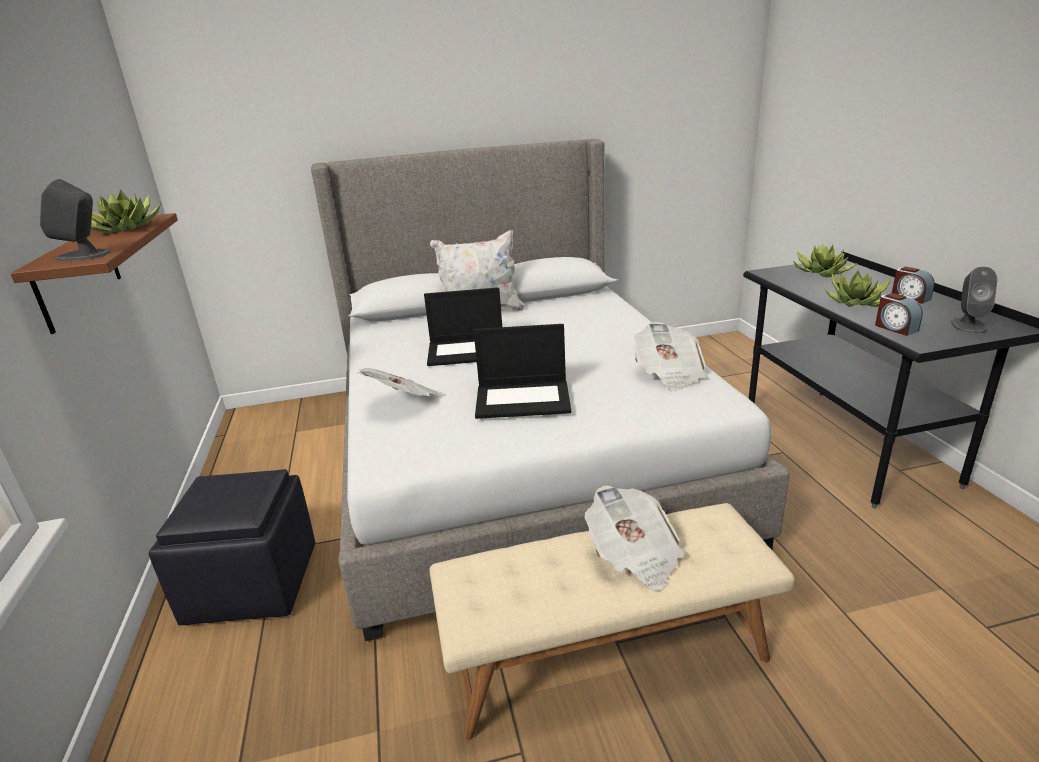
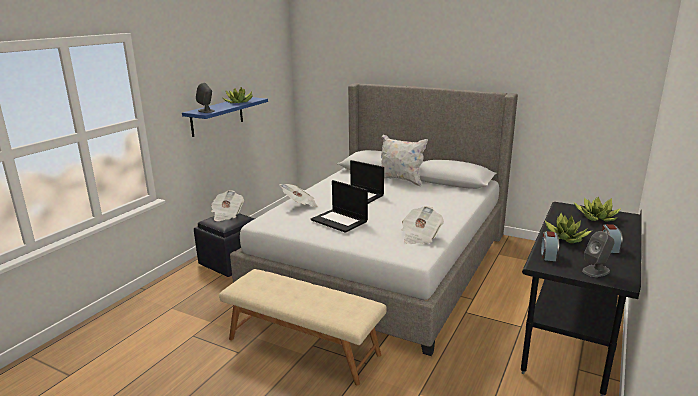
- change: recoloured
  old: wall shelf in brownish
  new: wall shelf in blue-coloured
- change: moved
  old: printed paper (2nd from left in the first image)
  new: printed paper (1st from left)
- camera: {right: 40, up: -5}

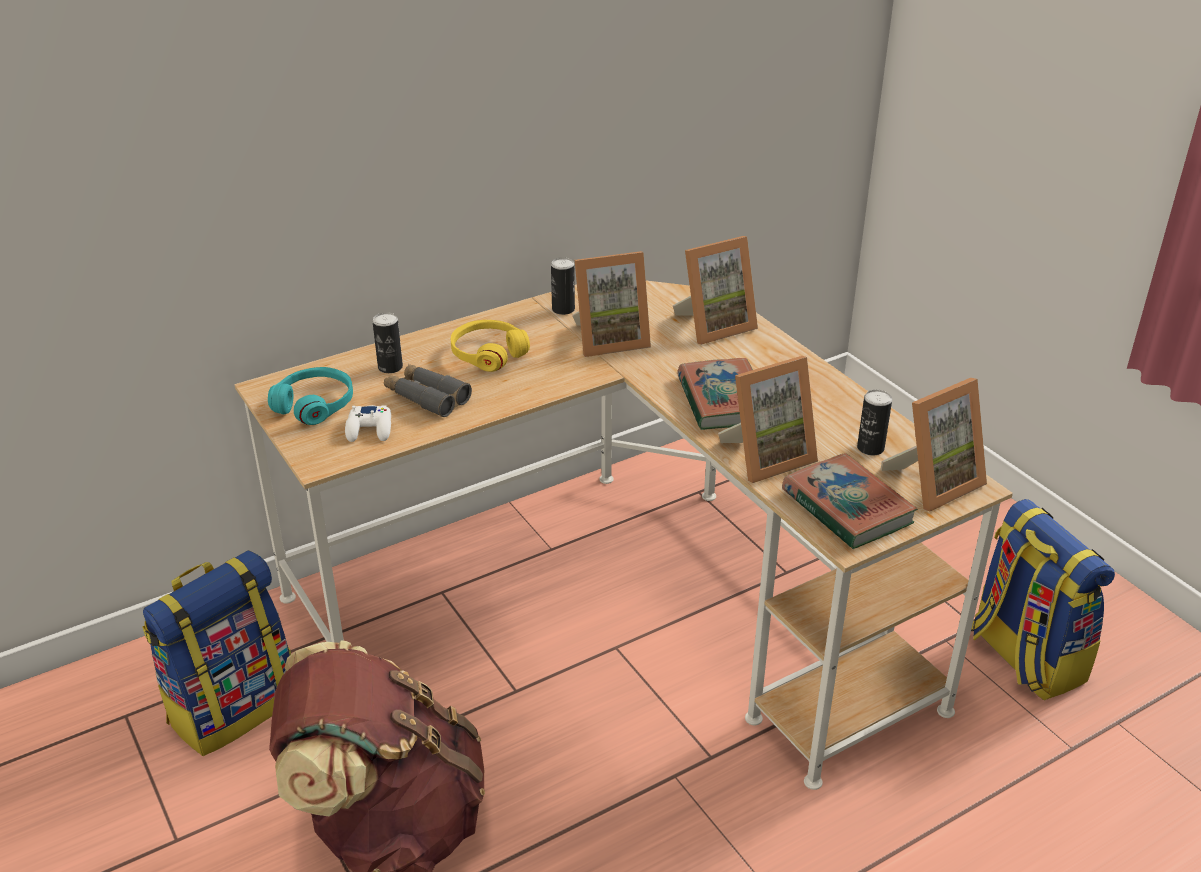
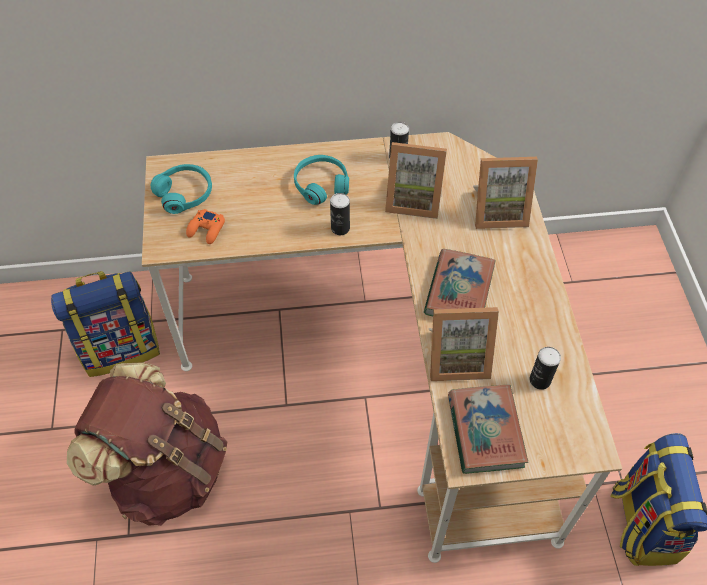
- change: moved
  old: can (1st from left)
- change: recoloured
  old: pair of headphones in yellowish
  new: pair of headphones in blue-green (2nd from left)
- change: removed
  old: binoculars in gray
- change: removed
  old: picture frame (4th from left)
- change: recoloured
  old: game controller in whitish
  new: game controller in orange
- camera: {right: 25, up: 20}

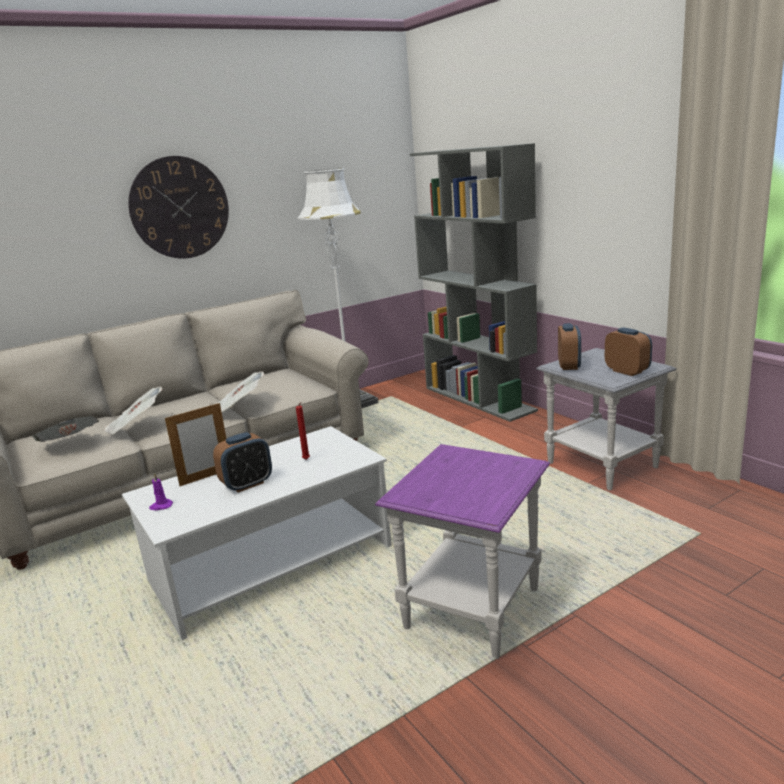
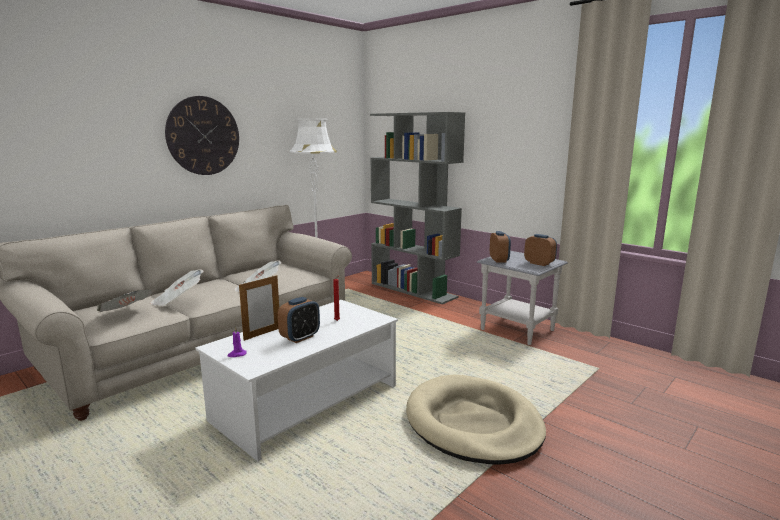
- change: replaced
  old: accent table in purple-coloured
  new: dog cushion in beige
- camera: {right: -15, up: -5}

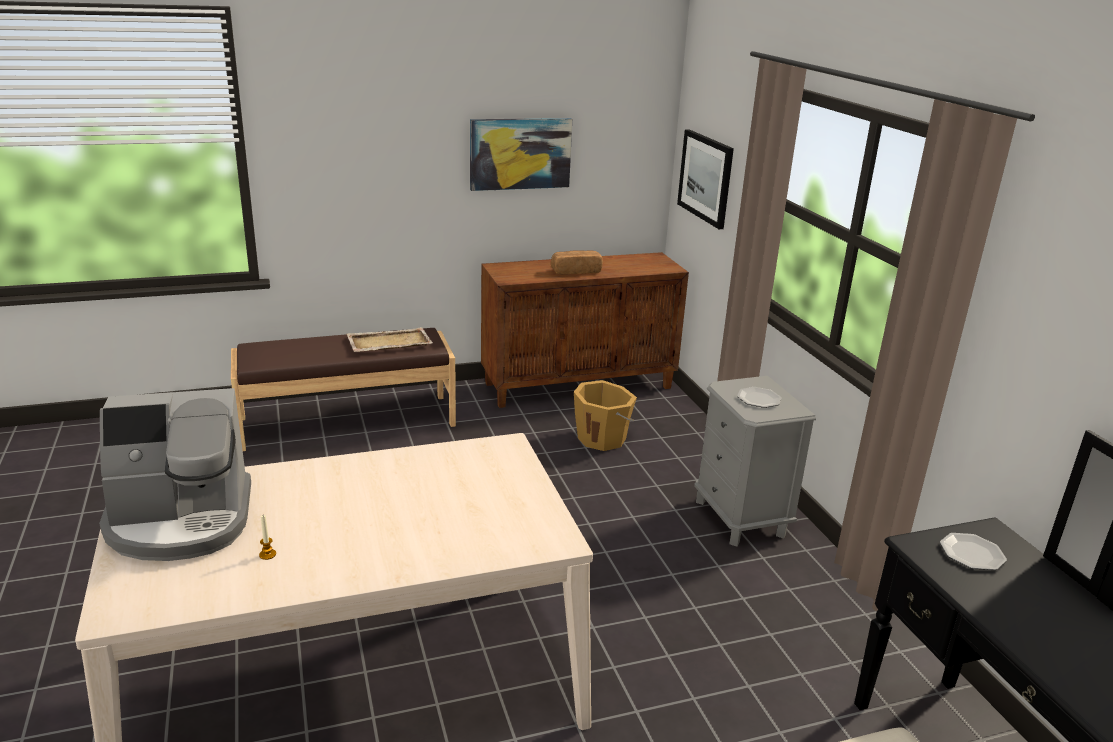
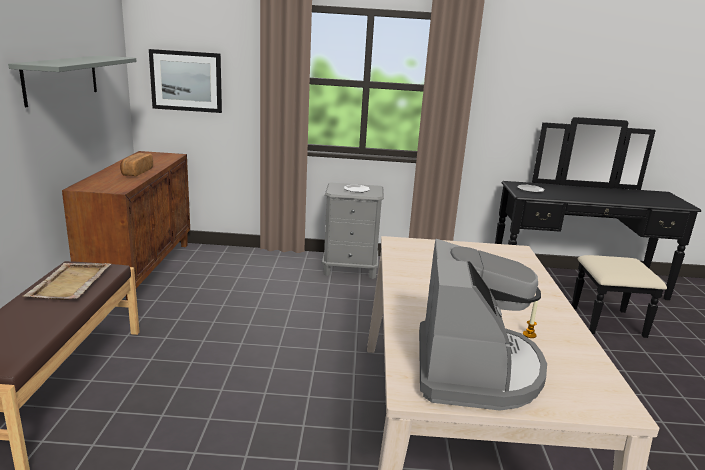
- change: replaced
  old: wall art (1st from left)
  new: wall shelf in gray
- change: removed
  old: water bucket in orange
- camera: {right: -70, up: -5}

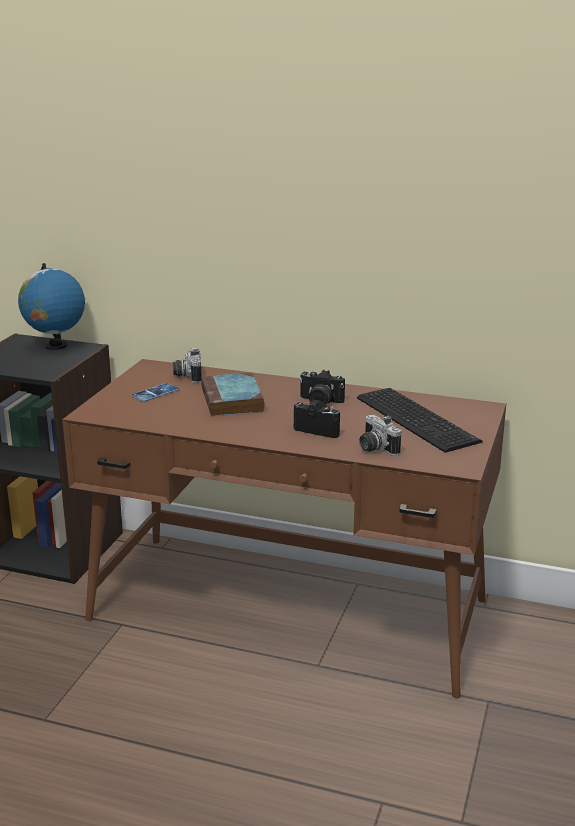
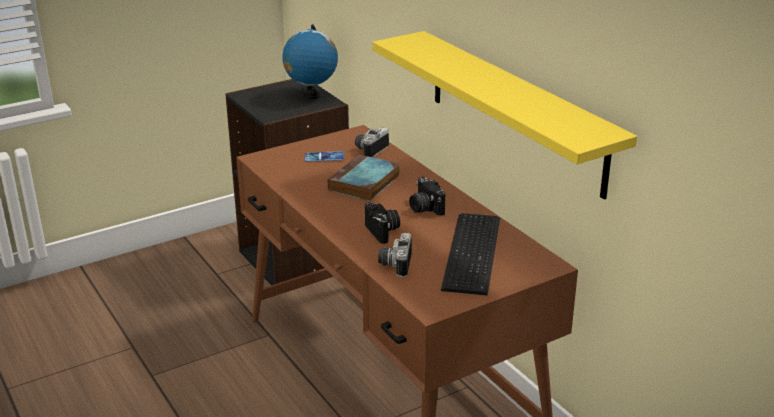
- change: added
  new: wall shelf in yellowish
- camera: {right: 40, up: 5}

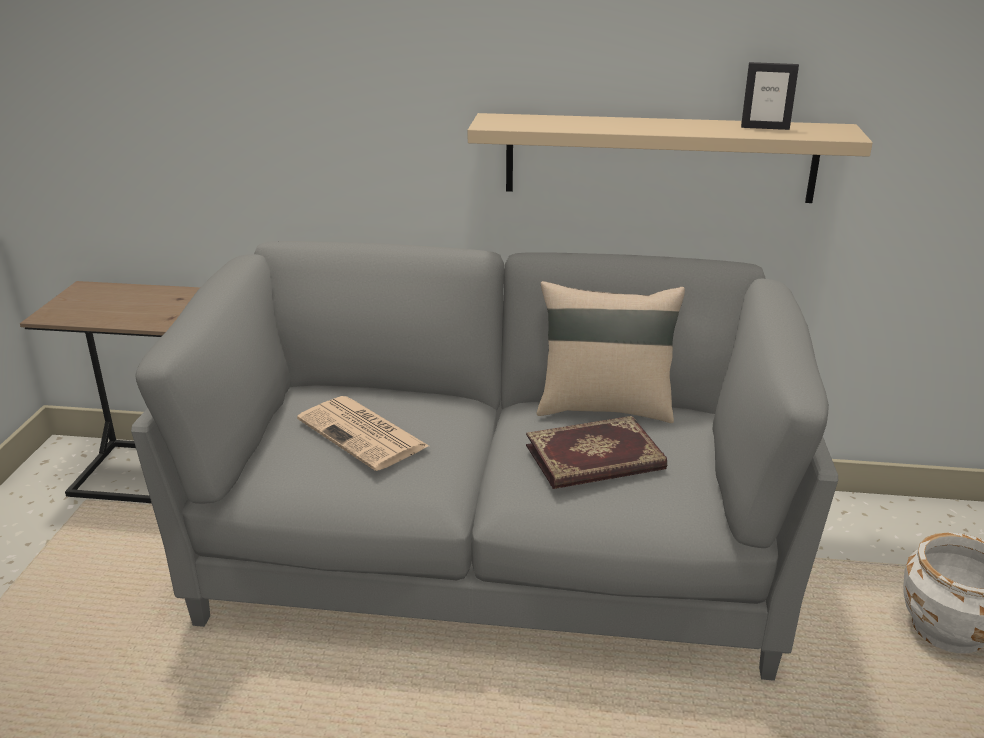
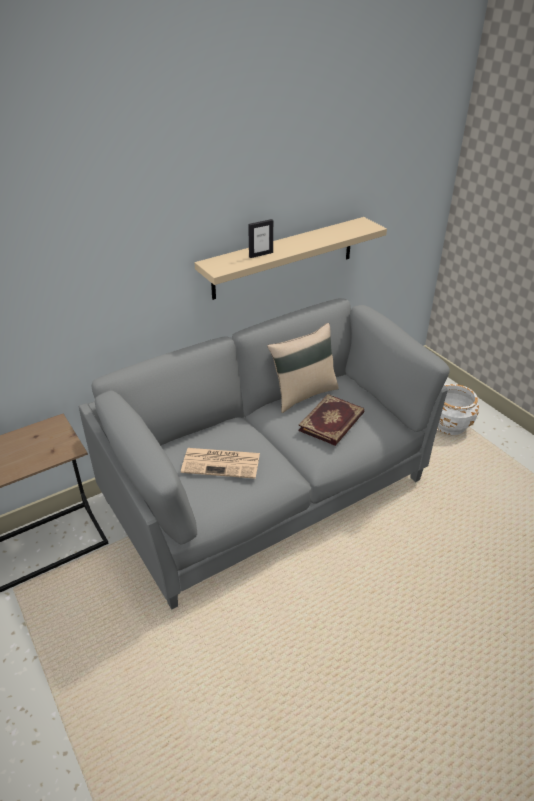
- change: moved
  old: picture frame
- camera: {right: -40, up: 10}

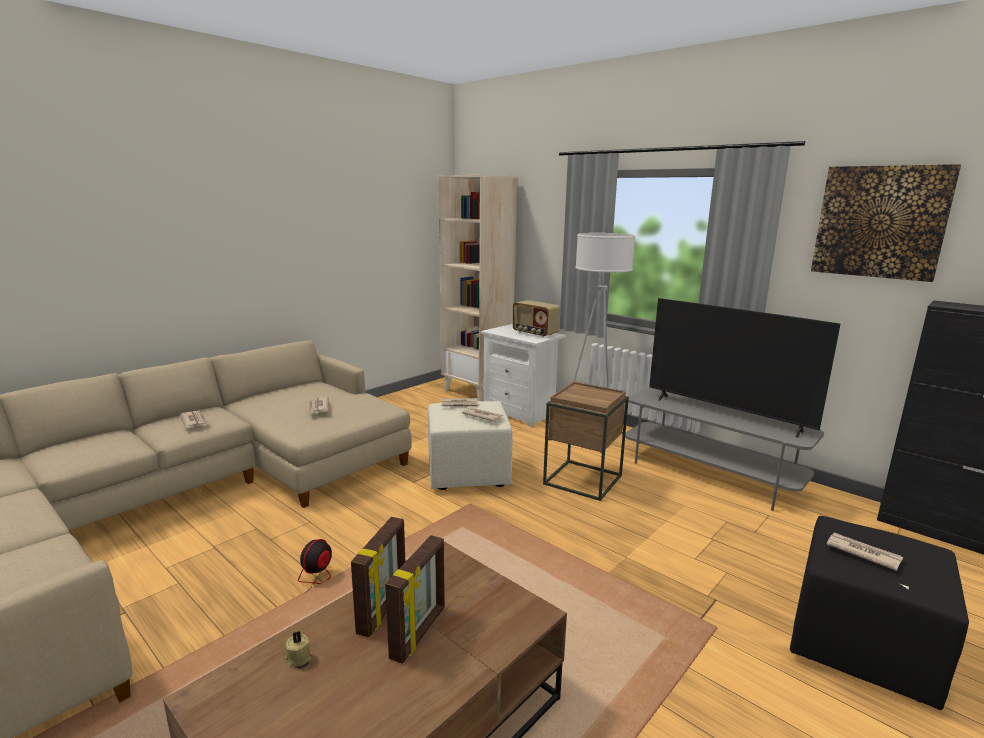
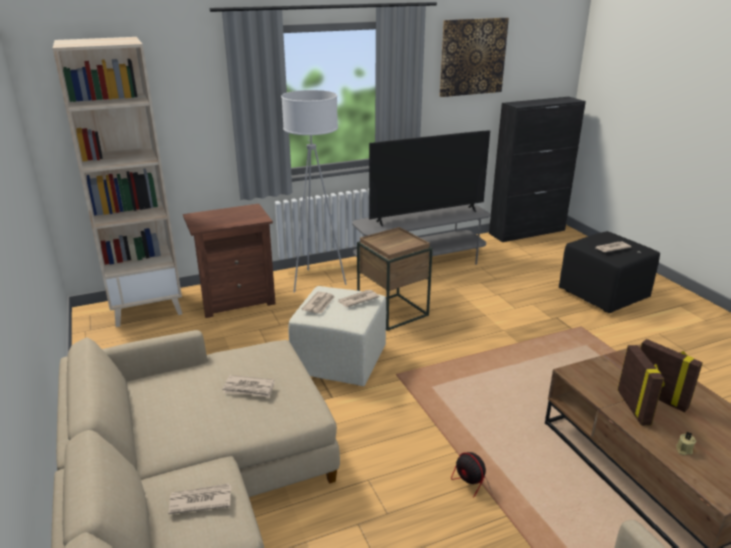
- change: removed
  old: radio set
- change: recoloured
  old: bedside table in whitish
  new: bedside table in brownish
- change: turned
  old: picture frame (1st from left)
  degrees: 45
- camera: {right: -65, up: 10}

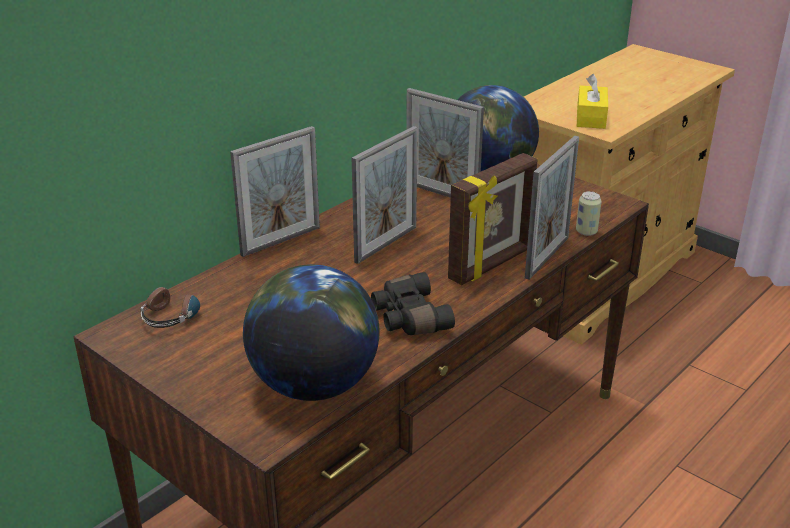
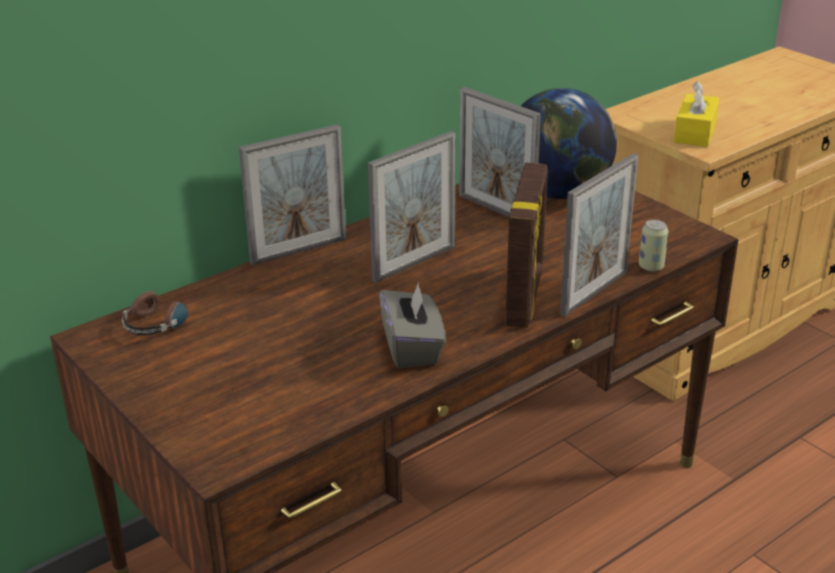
- change: turned
  old: picture frame (4th from left)
  degrees: -45
- change: removed
  old: desk globe (1st from left)
- change: replaced
  old: binoculars in black
  new: tissue box in gray
- camera: {right: 10, up: 0}

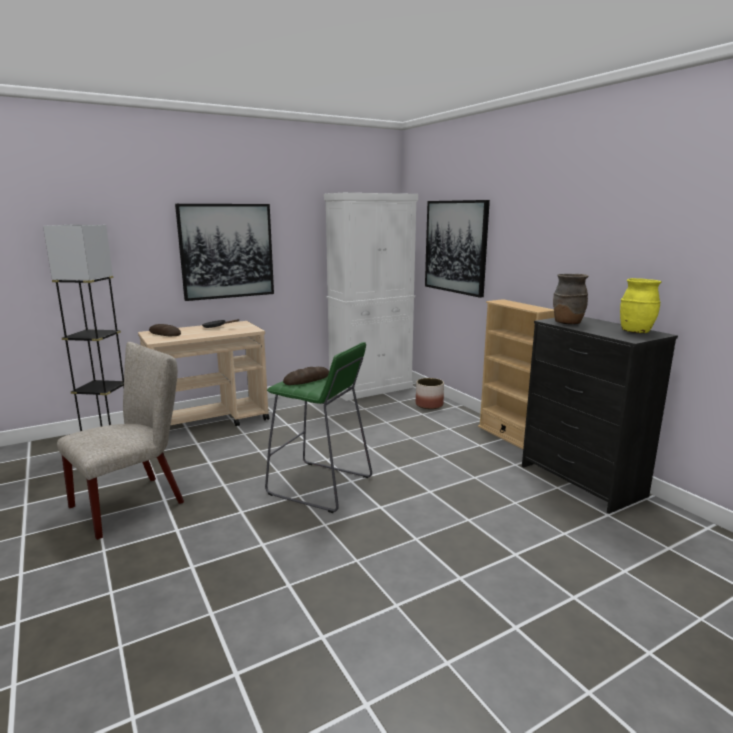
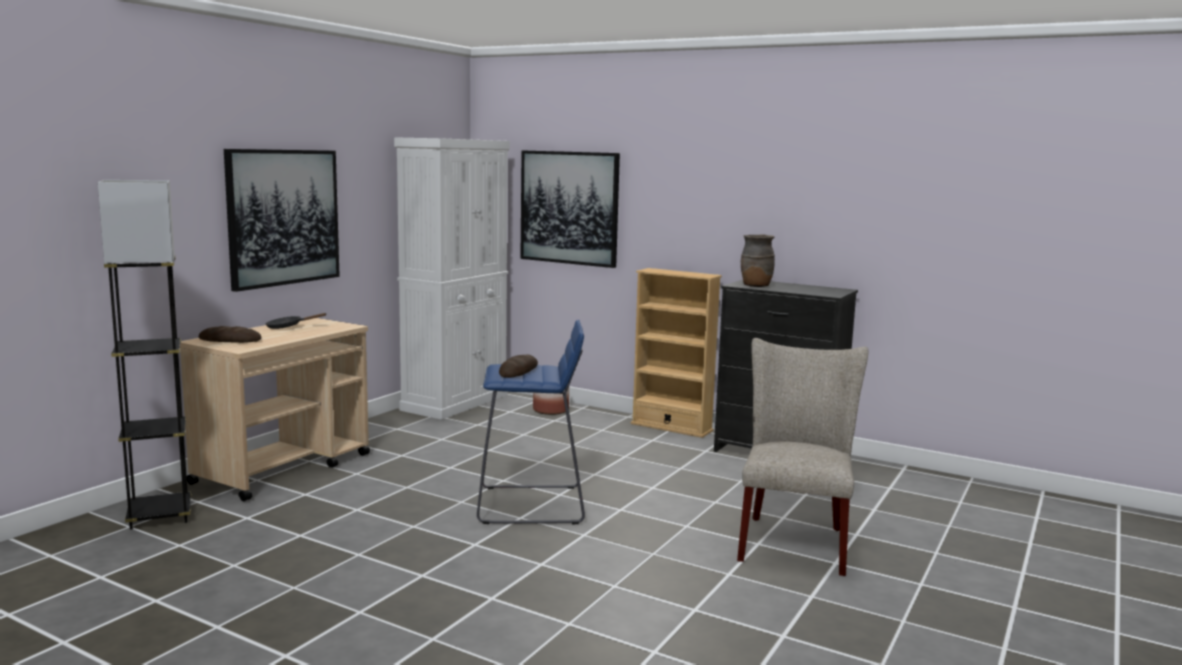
- change: removed
  old: decorative vase in yellowish
- change: moved
  old: chair in beige
- change: recoloured
  old: stool in green-coloured
  new: stool in blue-coloured
- camera: {right: -30, up: -5}

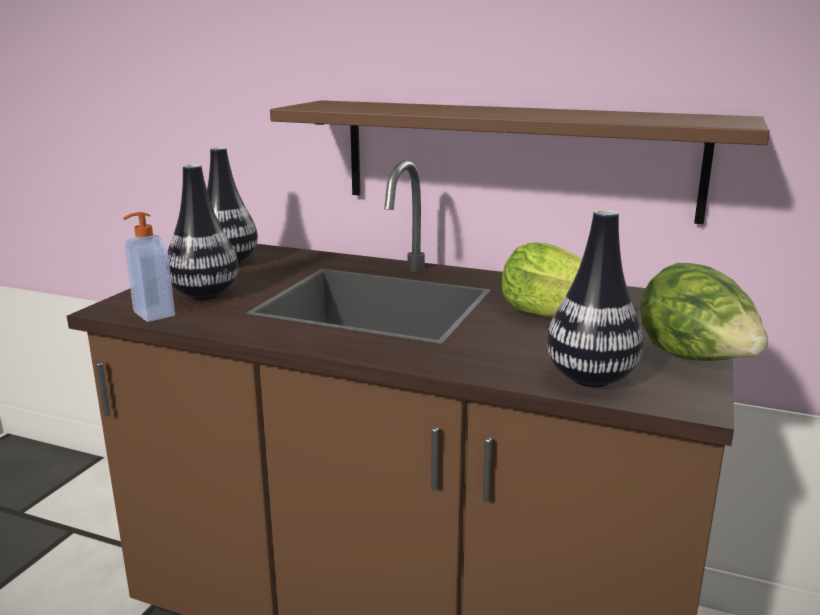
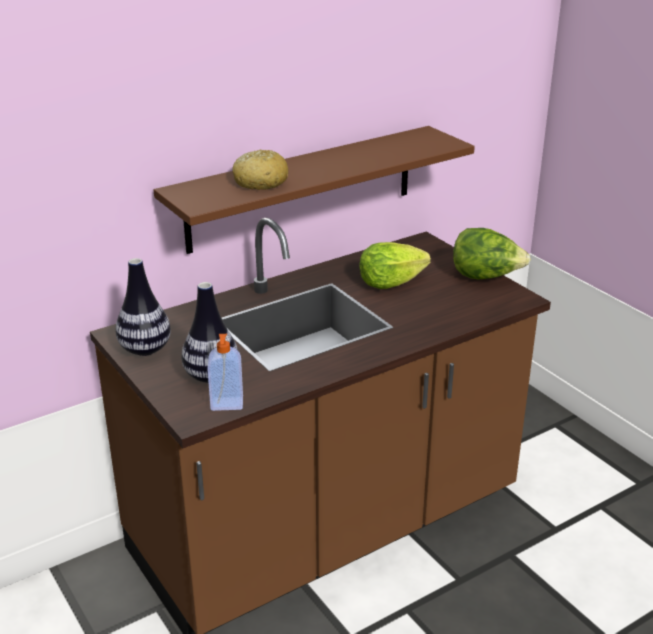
- change: removed
  old: decorative vase (3rd from left)
- change: added
  new: bakery bread
- camera: {right: -55, up: 10}

